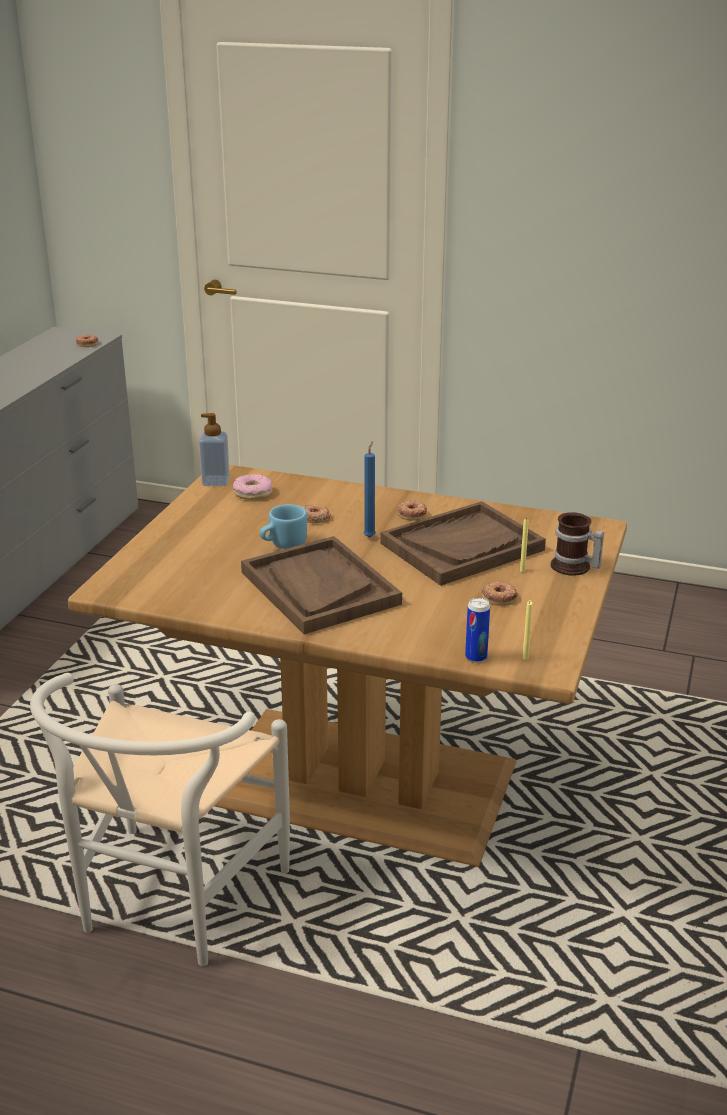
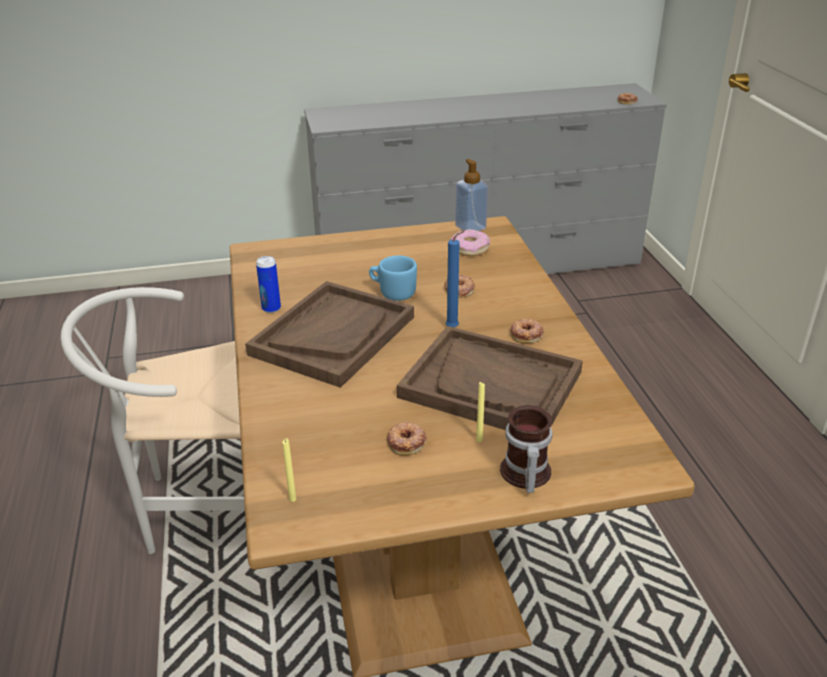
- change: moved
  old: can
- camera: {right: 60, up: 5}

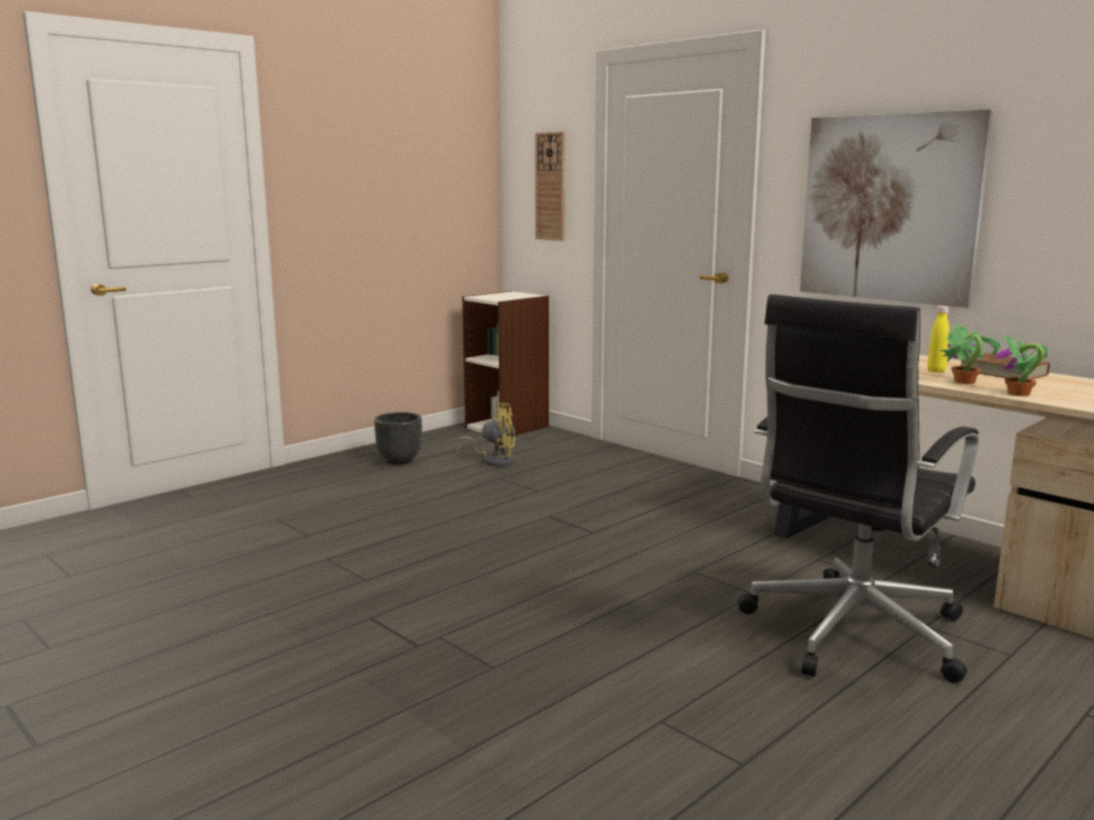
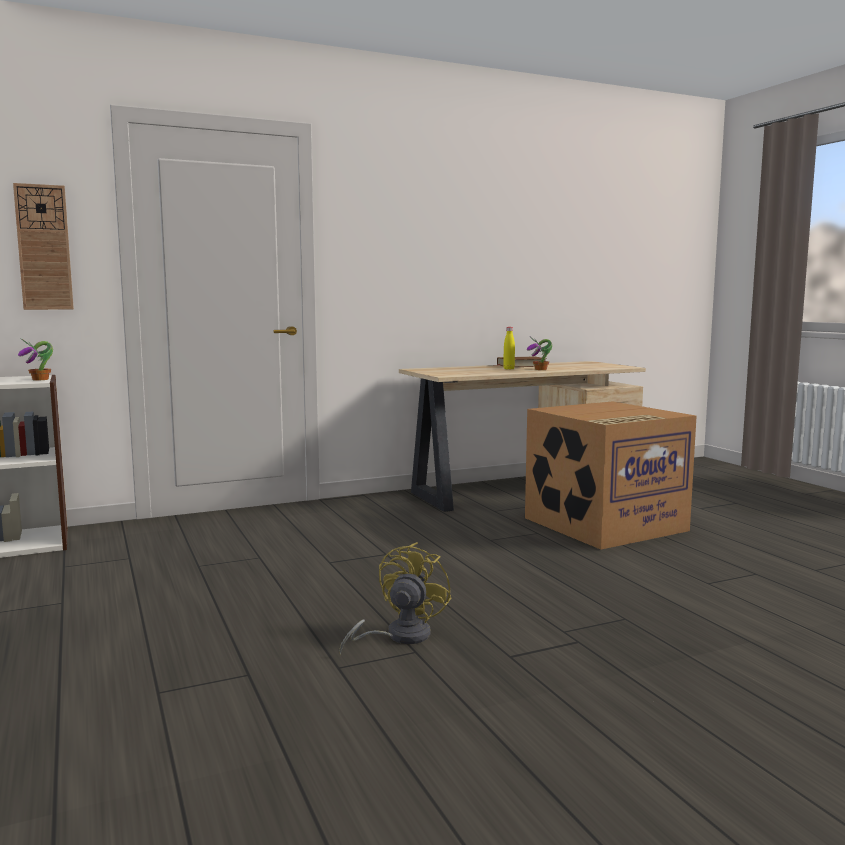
- change: removed
  old: wall art
- change: replaced
  old: desk chair in black
  new: cardboard box
- change: moved
  old: houseplant (2nd from left in the first image)
  new: houseplant (1st from left)
- change: moved
  old: fan in yellowish
- change: removed
  old: planter in black
- camera: {right: -70, up: -5}

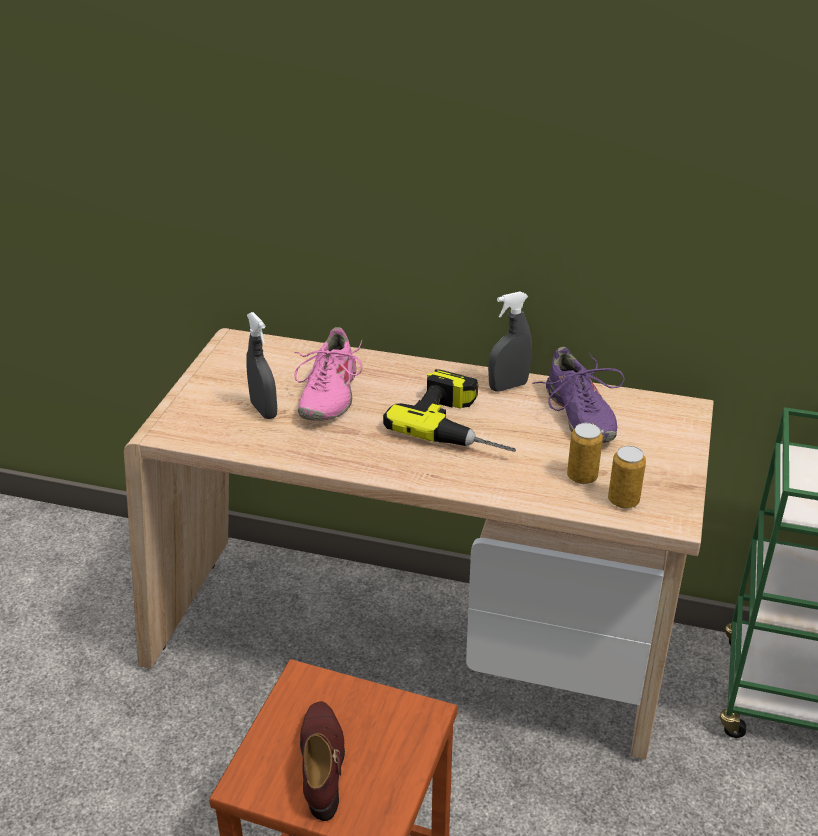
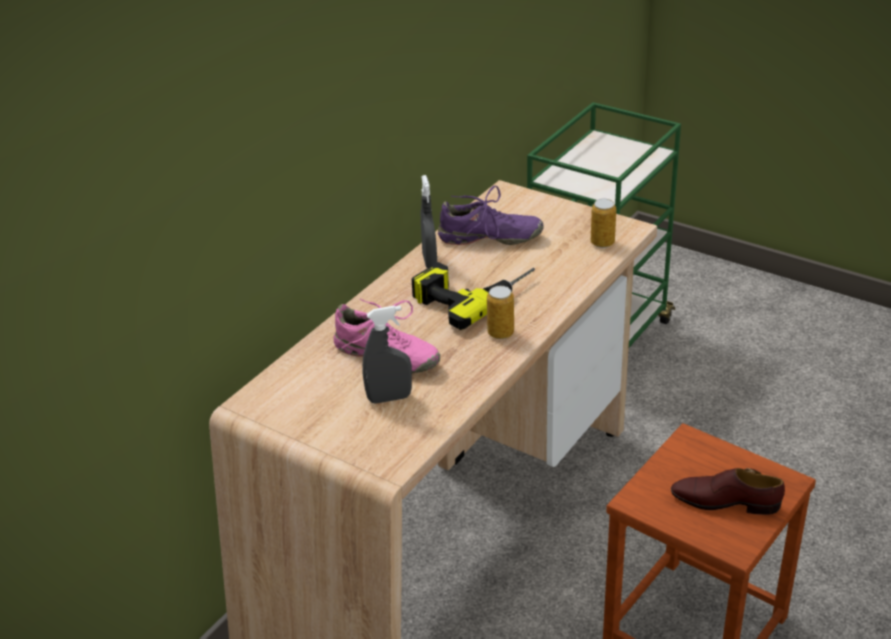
- change: moved
  old: can (1st from left)
- camera: {right: -70, up: 0}

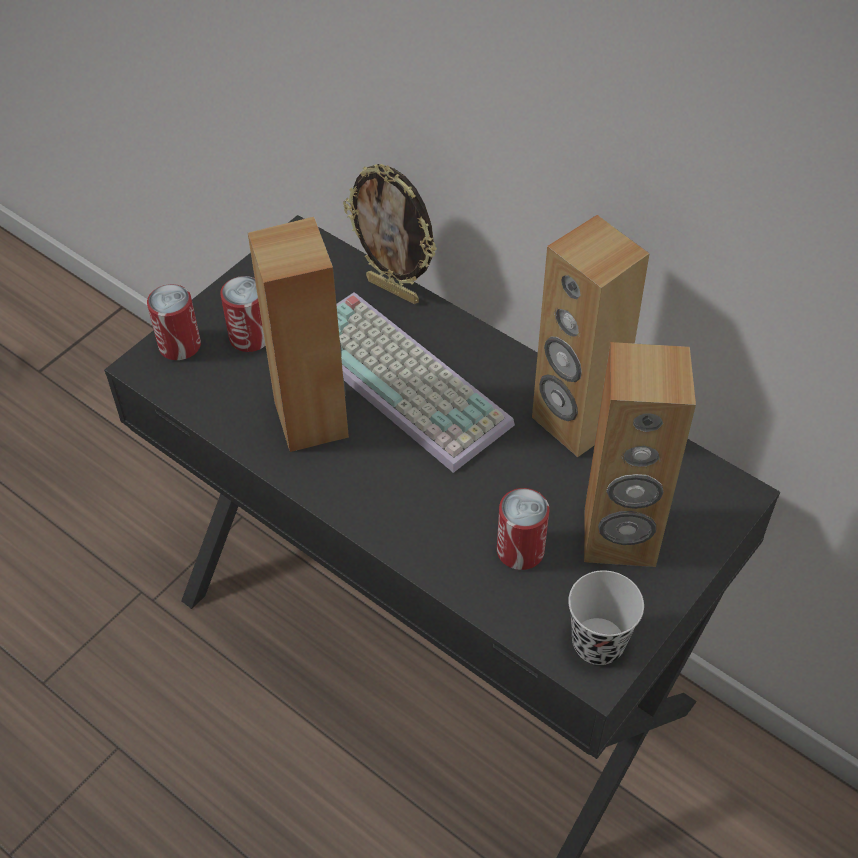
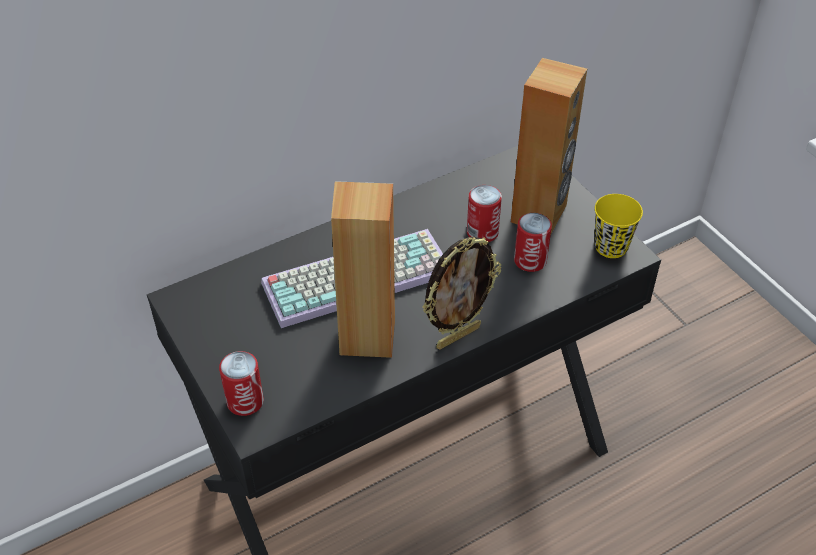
- change: moved
  old: picture frame
- change: removed
  old: loudspeaker in brownish (2nd from left)
- change: moved
  old: can (2nd from left)
- change: recoloured
  old: drinking cup in black
  new: drinking cup in yellowish
- camera: {right: -70, up: -5}

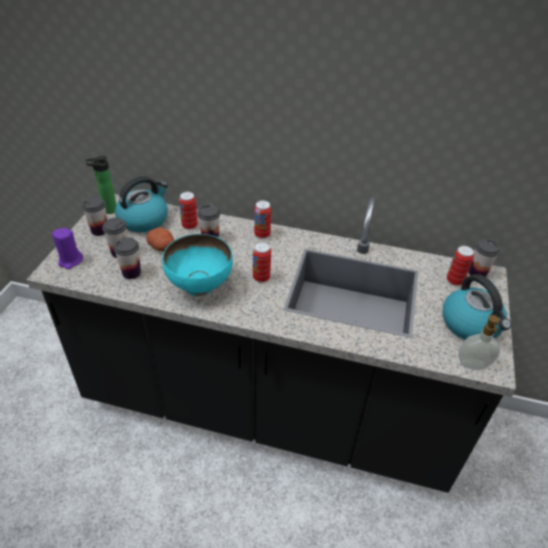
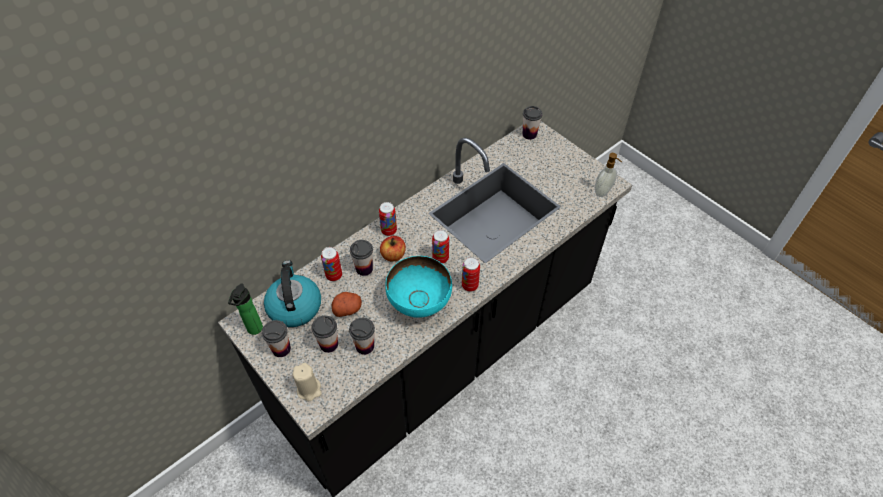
- change: recoloured
  old: wax candle in purple-coloured
  new: wax candle in beige
- change: moved
  old: can (4th from left)
- change: removed
  old: tea kettle (2nd from left)
- change: added
  new: apple fruit
- camera: {right: -55, up: 10}

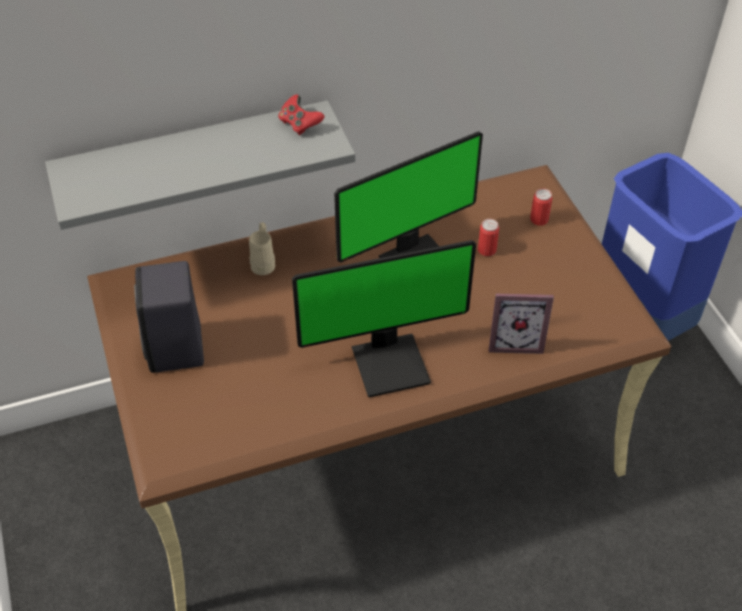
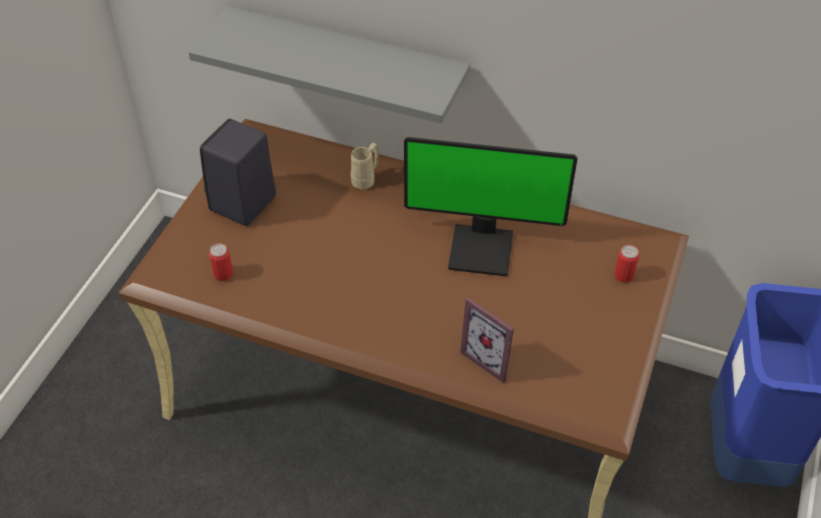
- change: removed
  old: game controller in reddish
- change: moved
  old: can (1st from left)
- change: removed
  old: computer display (1st from left)
- camera: {right: 40, up: 0}

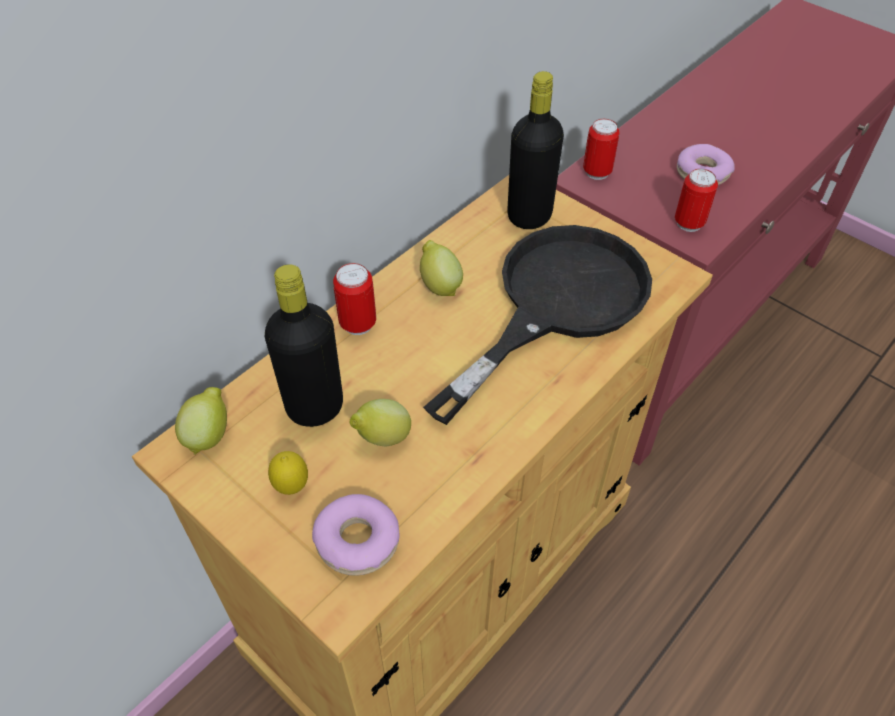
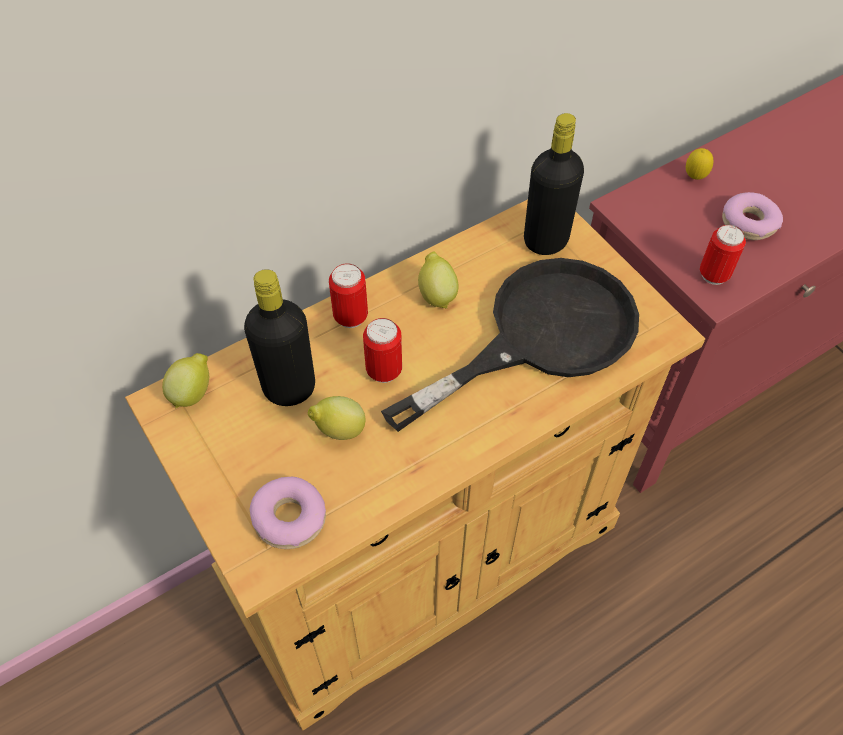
- change: moved
  old: can (2nd from left)
- change: moved
  old: whole lemon (2nd from left in the first image)
  new: whole lemon (4th from left)
- camera: {right: 15, up: 5}

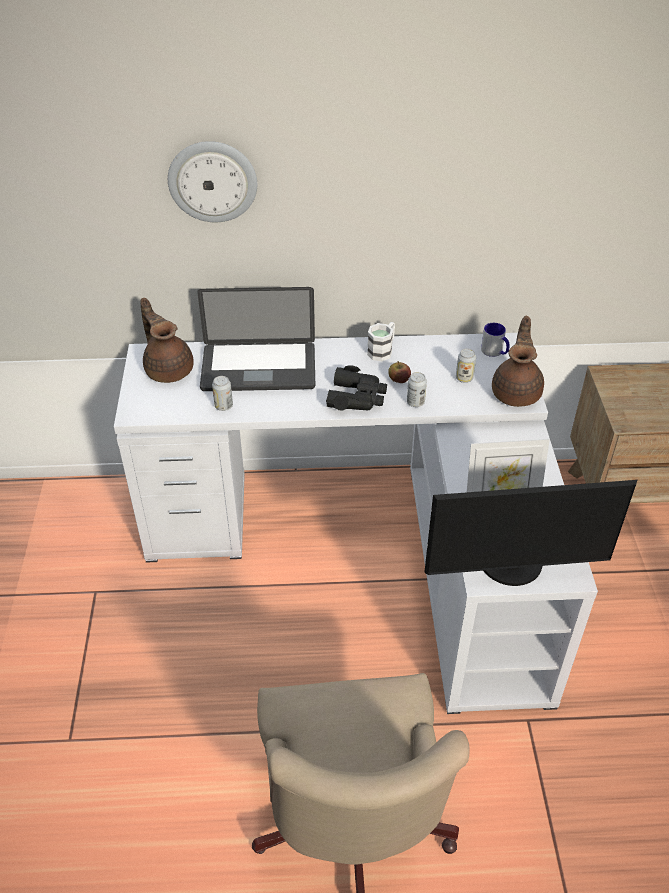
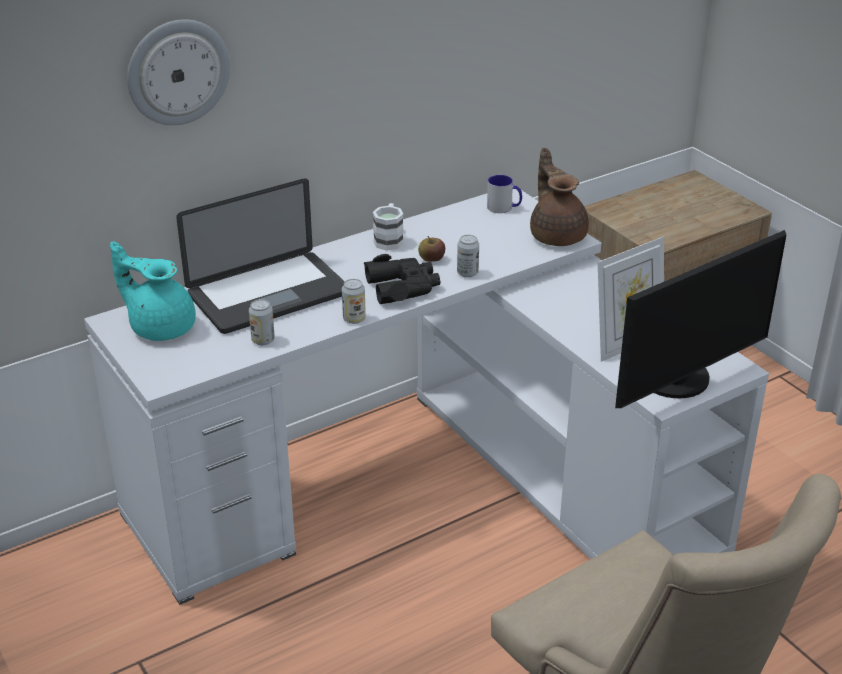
- change: recoloured
  old: pot for tea in brownish (1st from left)
  new: pot for tea in blue-green
- change: moved
  old: can (3rd from left in the first image)
  new: can (2nd from left)
- camera: {right: -30, up: -10}

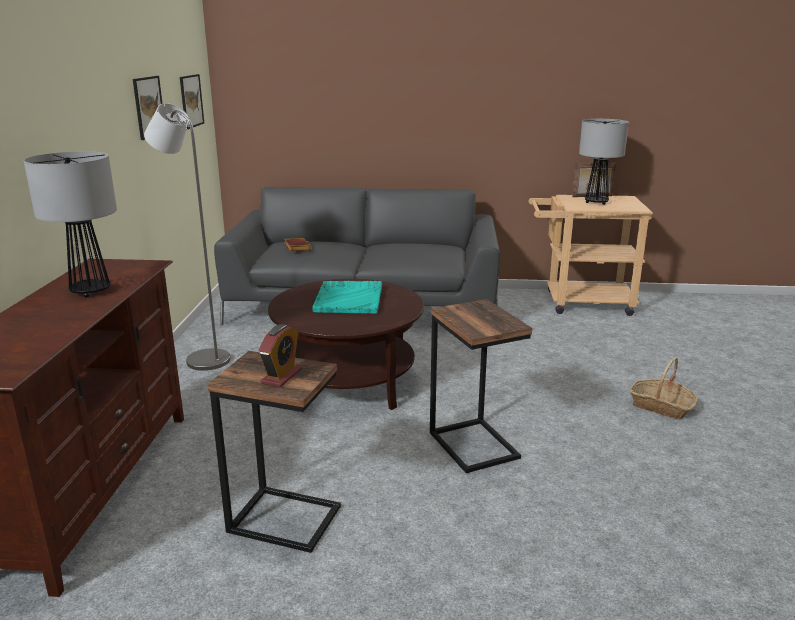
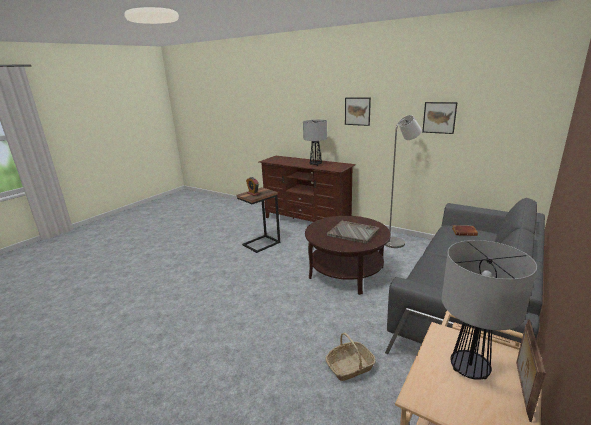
- change: moved
  old: wall art (2nd from left in the first image)
  new: wall art (1st from left)
- change: recoloured
  old: tray in blue-green
  new: tray in gray
- change: removed
  old: accent table (2nd from left)
- change: moved
  old: basket
- camera: {right: 120, up: 0}

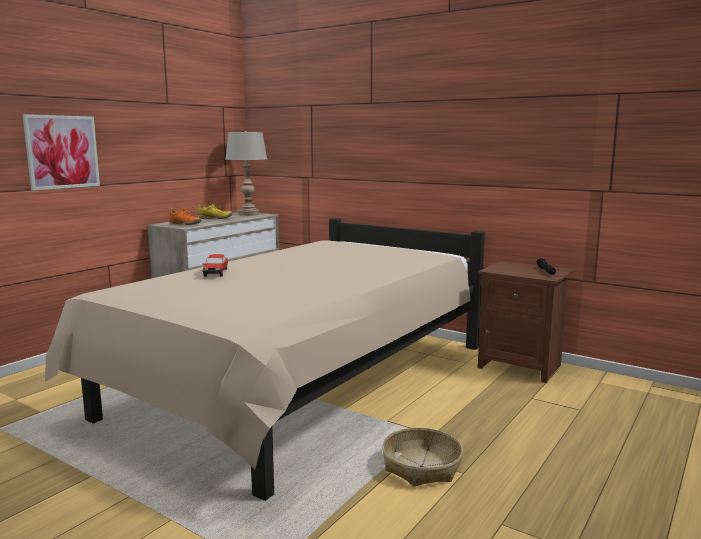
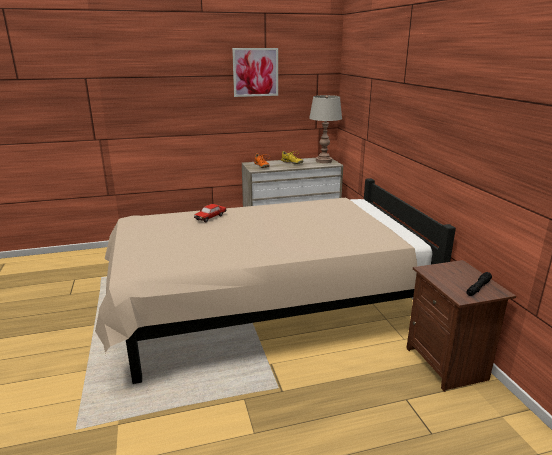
- change: moved
  old: wall art
- change: removed
  old: basket
- camera: {right: 40, up: 10}

